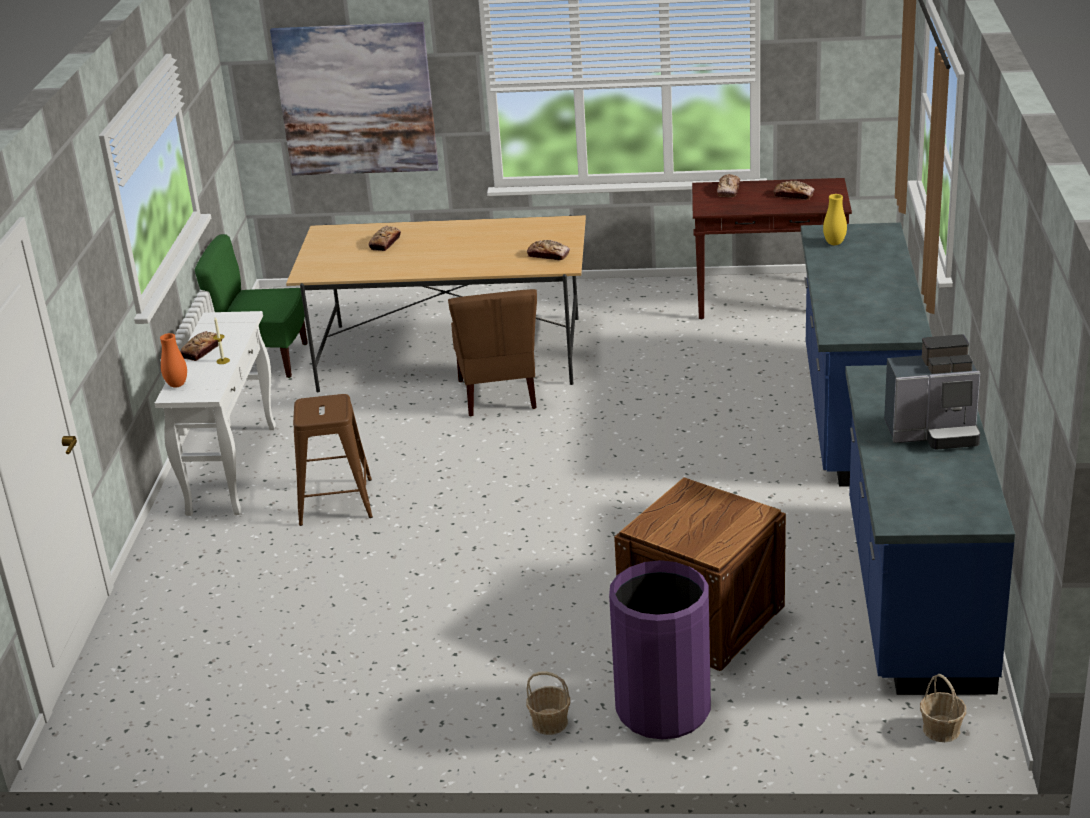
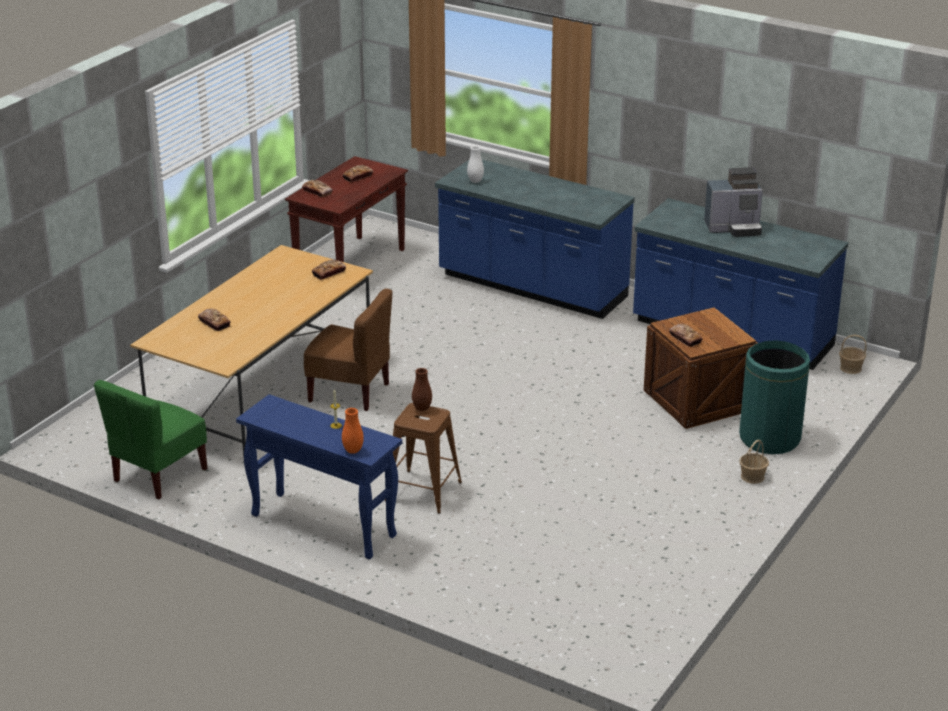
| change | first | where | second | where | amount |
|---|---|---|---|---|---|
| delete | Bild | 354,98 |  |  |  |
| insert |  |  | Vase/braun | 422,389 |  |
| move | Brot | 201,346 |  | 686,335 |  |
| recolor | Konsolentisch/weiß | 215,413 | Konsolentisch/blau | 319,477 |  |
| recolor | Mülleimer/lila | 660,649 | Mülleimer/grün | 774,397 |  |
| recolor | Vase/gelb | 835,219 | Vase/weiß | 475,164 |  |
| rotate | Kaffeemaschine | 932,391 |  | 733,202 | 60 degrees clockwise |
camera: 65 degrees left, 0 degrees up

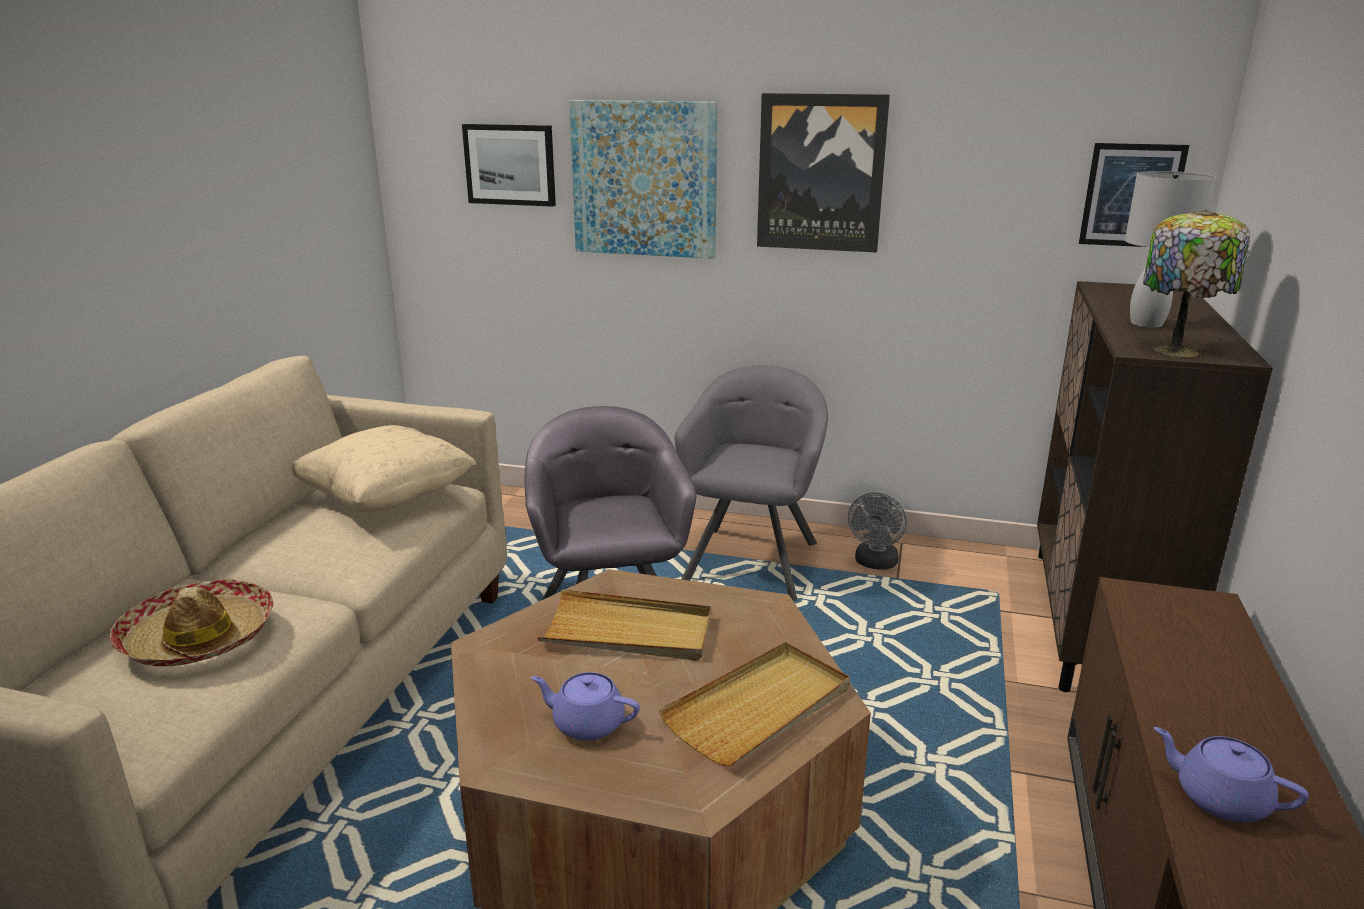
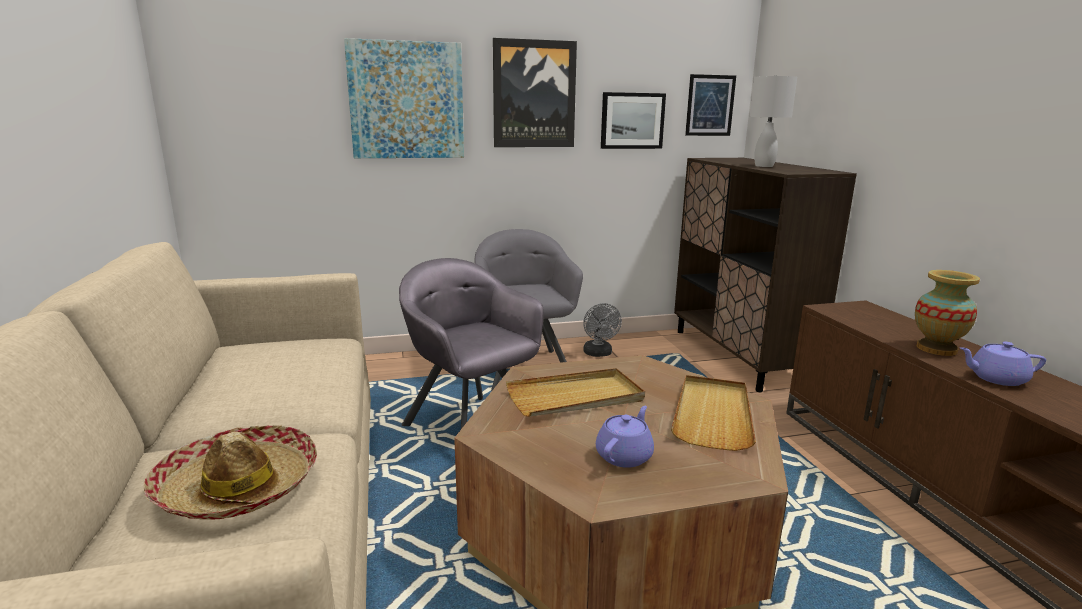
| change | first | where | second | where | amount |
|---|---|---|---|---|---|
| delete | Kissen/beige | 384,468 |  |  |  |
| delete | Tischlampe | 1196,283 |  |  |  |
| insert |  |  | Vase | 947,313 |  |
| move | Bild | 509,165 |  | 633,120 |  |
| rotate | Teekanne/lila | 585,706 |  | 625,437 | 135 degrees clockwise |
camera: 30 degrees left, 5 degrees down

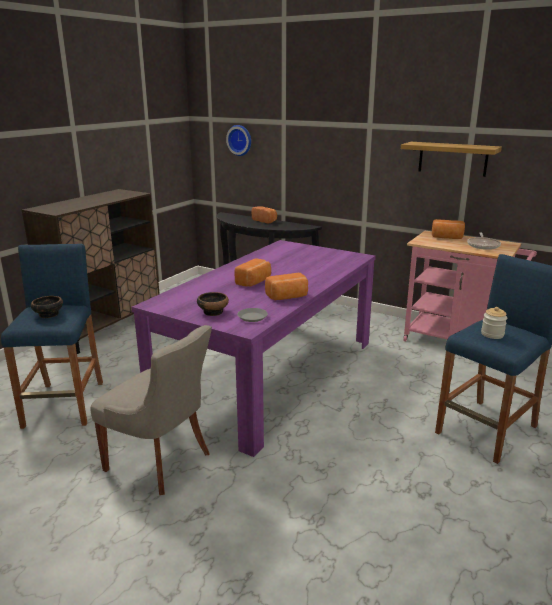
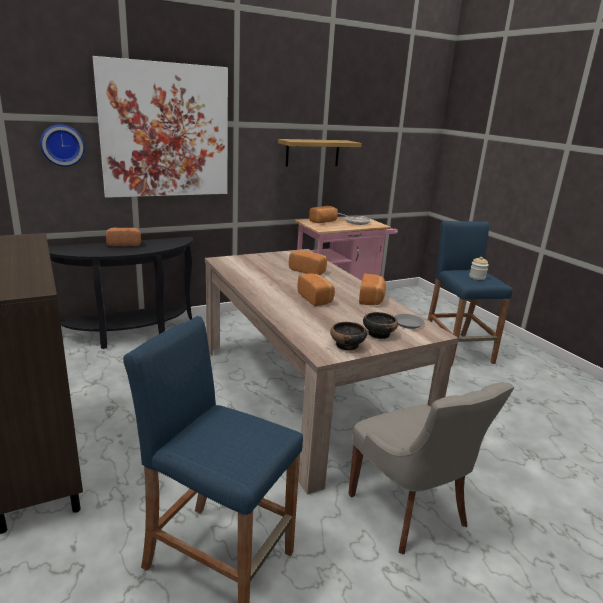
| change | first | where | second | where | amount |
|---|---|---|---|---|---|
| insert |  |  | Bild | 160,127 |  |
| insert |  |  | Brot | 308,262 |  |
| move | Schüssel | 47,307 |  | 348,336 |  |
| recolor | Esstisch/lila | 253,348 | Esstisch/beige | 332,372 |  |
| rotate | Stuhl/grau | 151,410 |  | 431,468 | 90 degrees clockwise |
camera: 60 degrees left, 0 degrees up

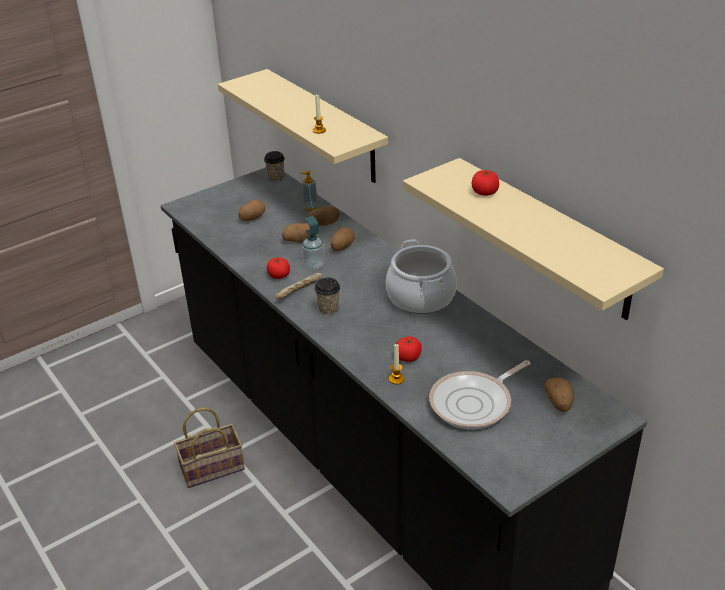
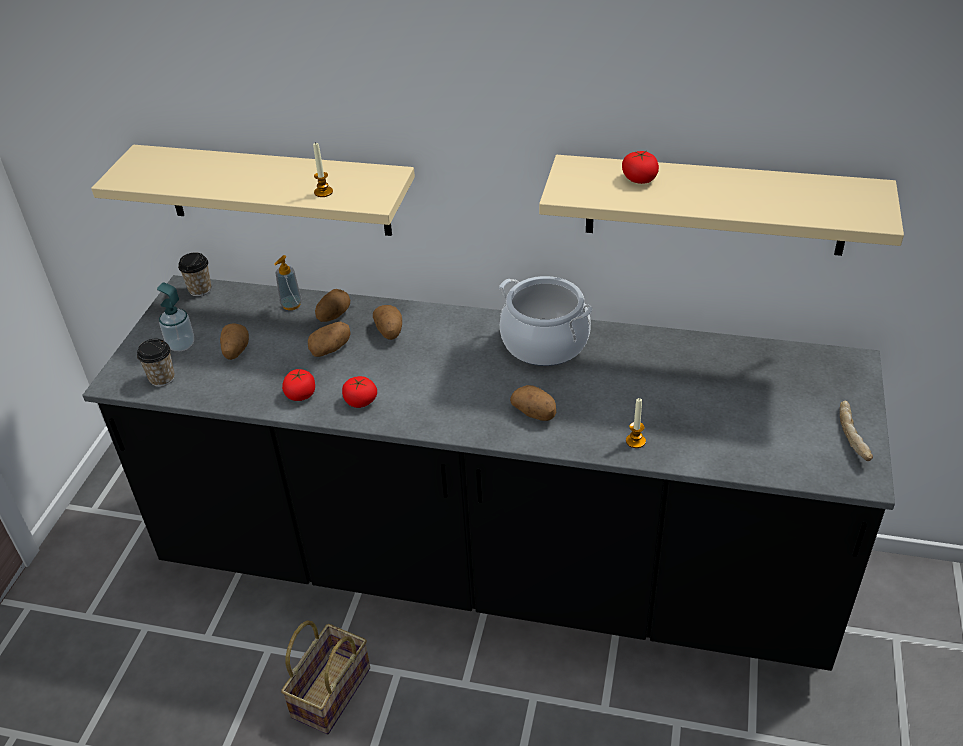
| change | first | where | second | where | amount |
|---|---|---|---|---|---|
| delete | Pfanne | 480,394 |  |  |  |
| move | Brot | 299,286 |  | 856,431 |  |
| move | Seifenspender | 313,243 |  | 175,316 |  |
| move | Tasse | 327,296 |  | 156,363 |  |
| move | Tomate | 409,349 |  | 298,385 |  |
| move | Kartoffel | 559,395 |  | 533,403 |  |
camera: 40 degrees left, 5 degrees up

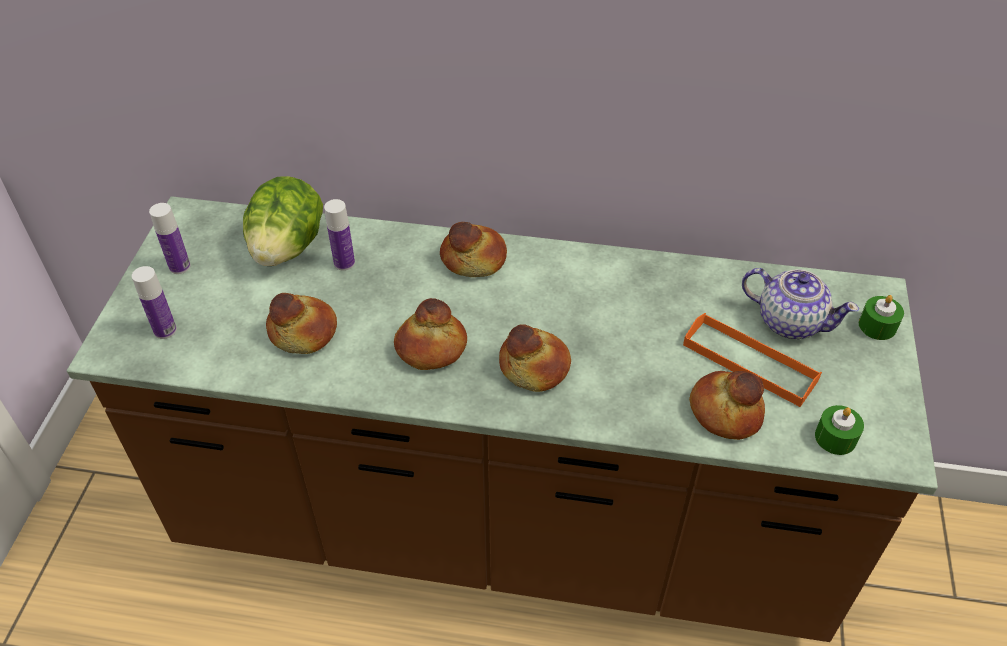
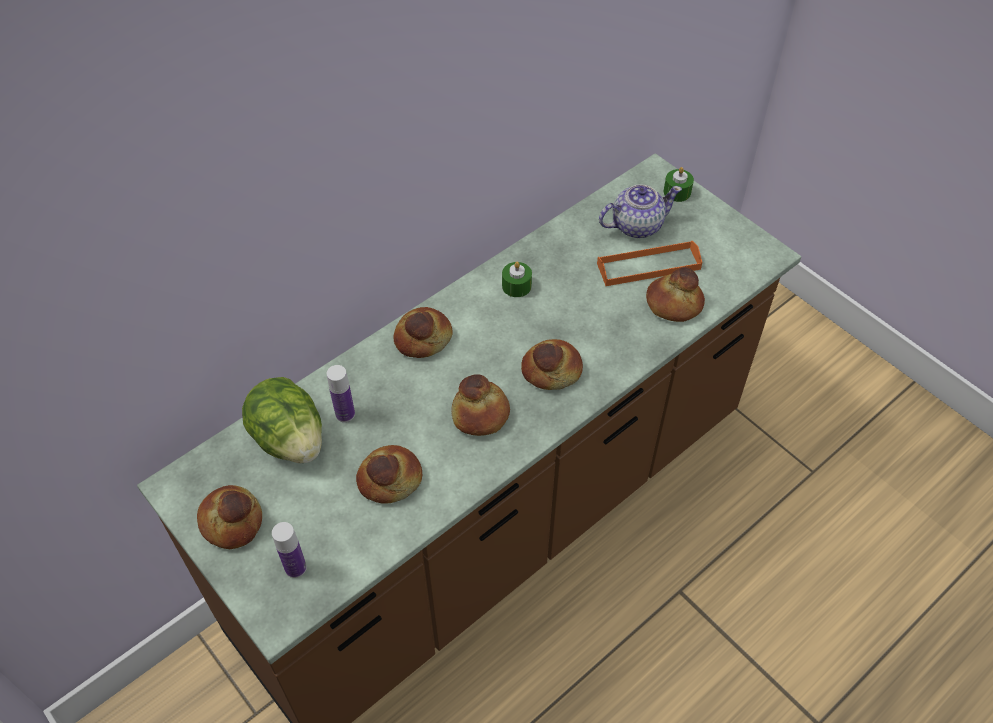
| change | first | where | second | where | amount |
|---|---|---|---|---|---|
| move | Kerze/grün | 839,430 |  | 517,279 |  |
| replace | Flasche | 170,238 | Brot | 229,517 |  |
camera: 50 degrees left, 5 degrees up

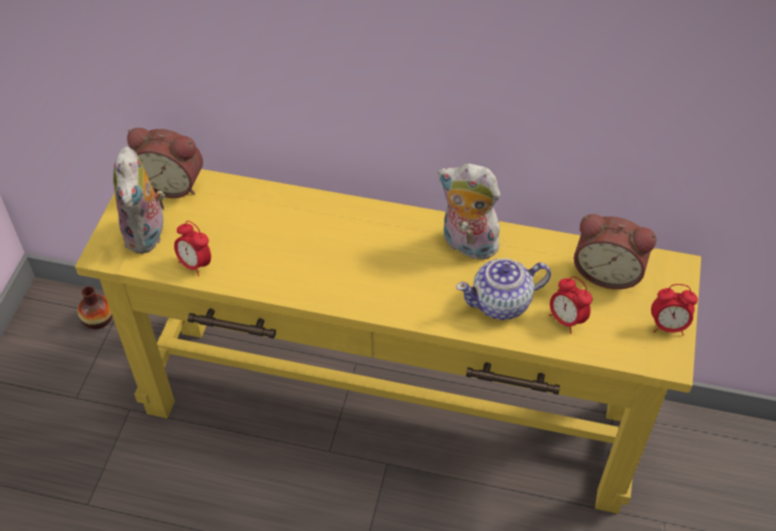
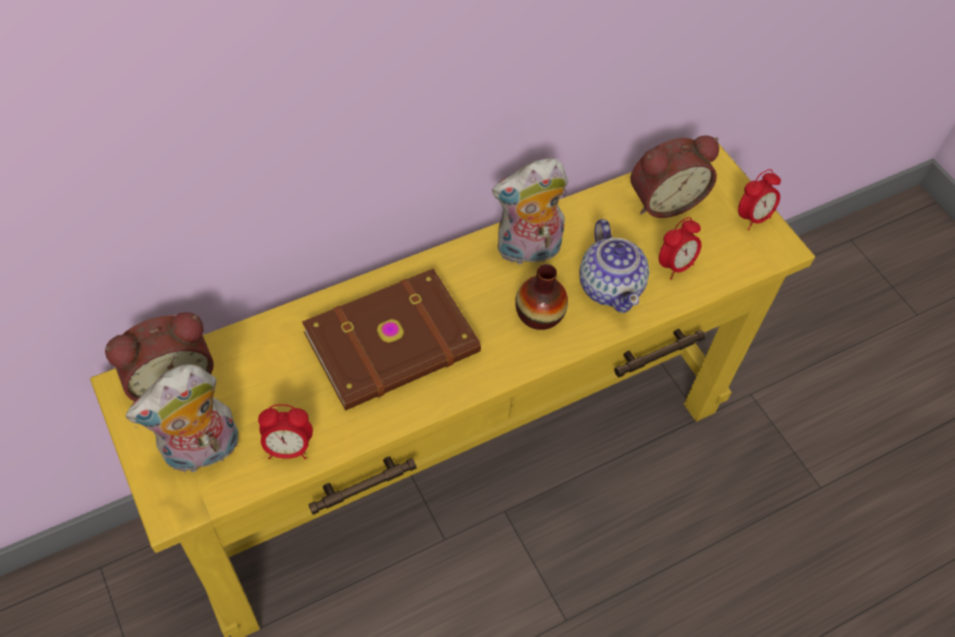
| change | first | where | second | where | amount |
|---|---|---|---|---|---|
| insert |  |  | Buch/braun | 391,340 |  |
| move | Vase | 94,307 |  | 541,297 |  |
| rotate | Plüschtier | 139,200 |  | 182,418 | 105 degrees clockwise |
| rotate | Teekanne | 503,289 |  | 614,266 | 45 degrees counterclockwise |
| rotate | Wecker | 571,304 |  | 680,248 | 45 degrees counterclockwise |
camera: 45 degrees left, 5 degrees up

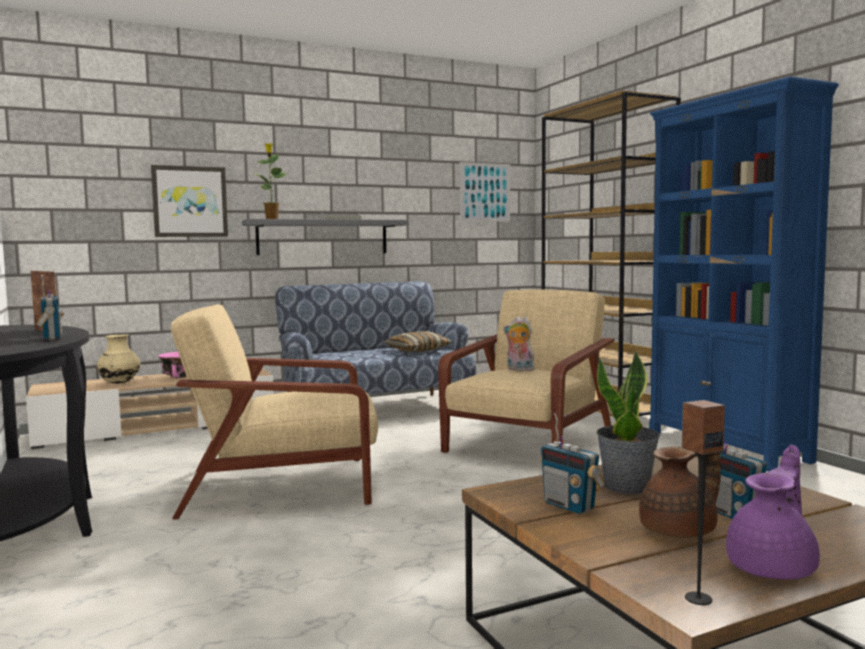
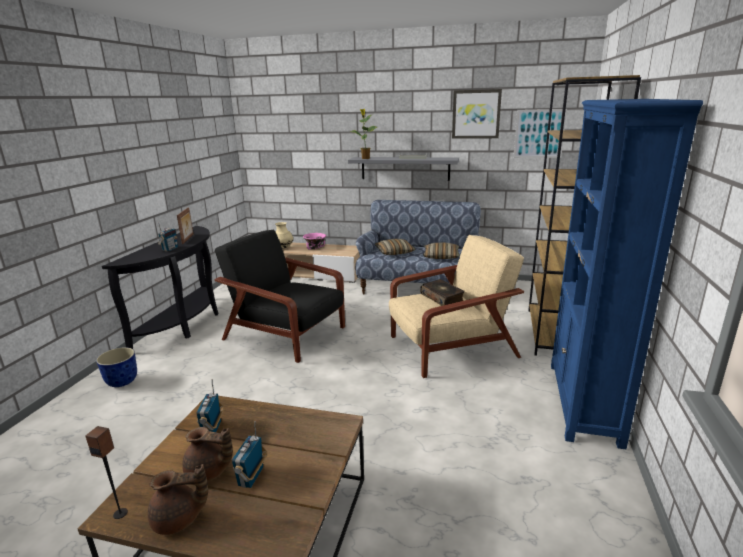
| change | first | where | second | where | amount |
|---|---|---|---|---|---|
| delete | Topfpflanze | 628,422 |  |  |  |
| insert |  |  | Pflanzkübel | 116,367 |  |
| insert |  |  | Kissen | 394,247 |  |
| move | Bild | 189,201 |  | 477,114 |  |
| replace | Plüschtier | 519,343 | Buch | 442,292 |  |
| recolor | Sessel/beige | 274,411 | Sessel/schwarz | 279,296 |  |
| recolor | Teekanne/lila | 773,512 | Teekanne/braun | 178,499 |  |
camera: 40 degrees right, 15 degrees up

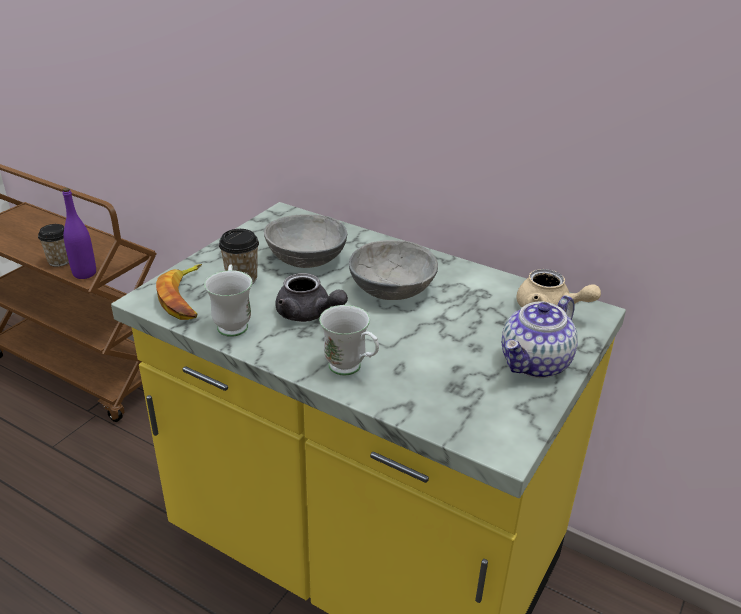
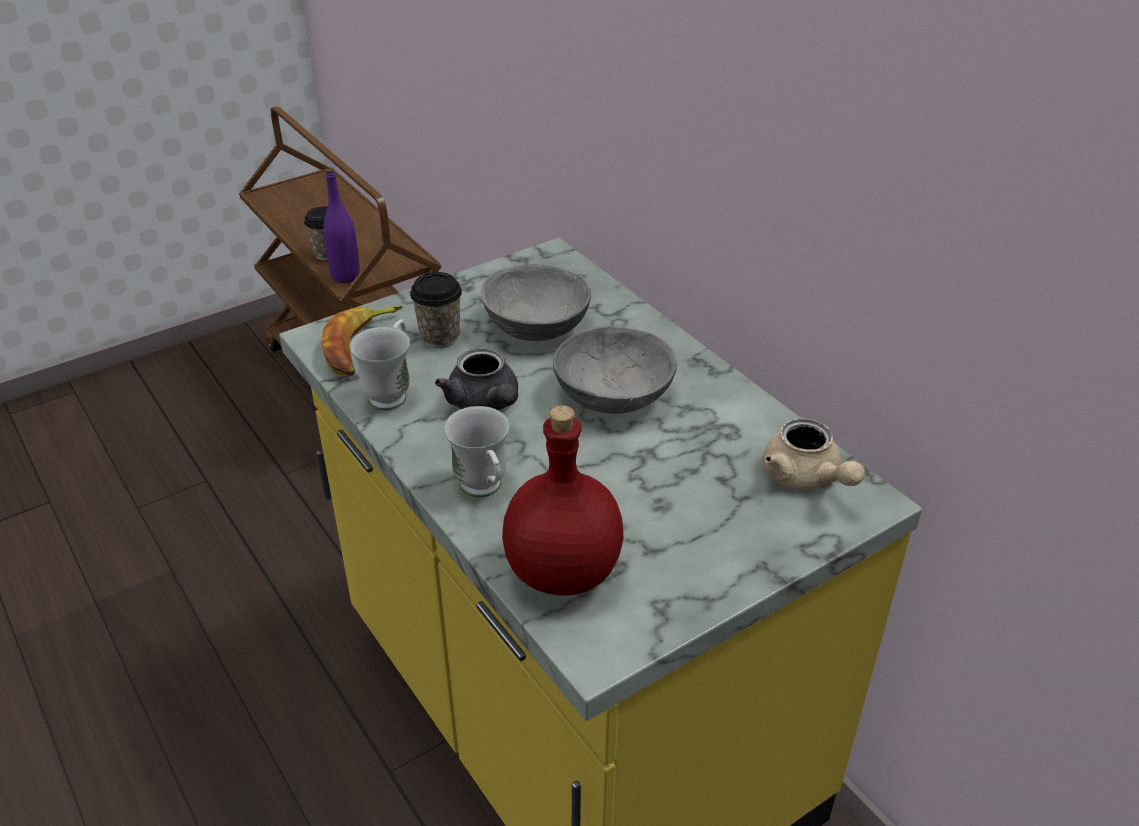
| change | first | where | second | where | amount |
|---|---|---|---|---|---|
| delete | Teekanne | 540,336 |  |  |  |
| insert |  |  | Flasche/rot | 563,500 |  |
camera: 25 degrees right, 5 degrees up

